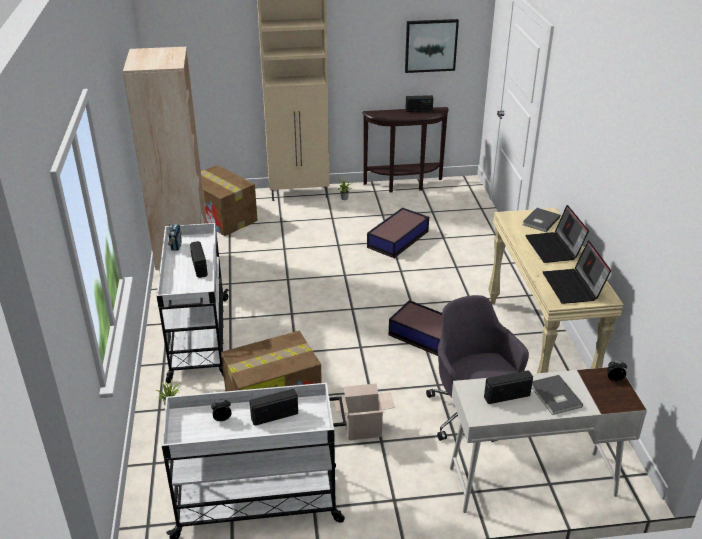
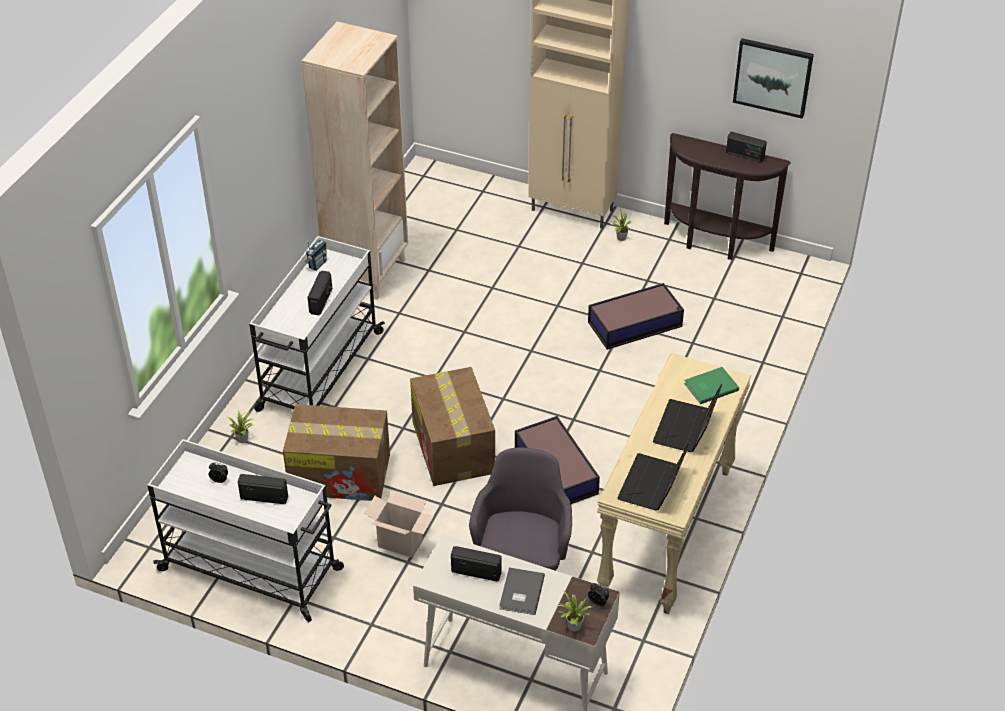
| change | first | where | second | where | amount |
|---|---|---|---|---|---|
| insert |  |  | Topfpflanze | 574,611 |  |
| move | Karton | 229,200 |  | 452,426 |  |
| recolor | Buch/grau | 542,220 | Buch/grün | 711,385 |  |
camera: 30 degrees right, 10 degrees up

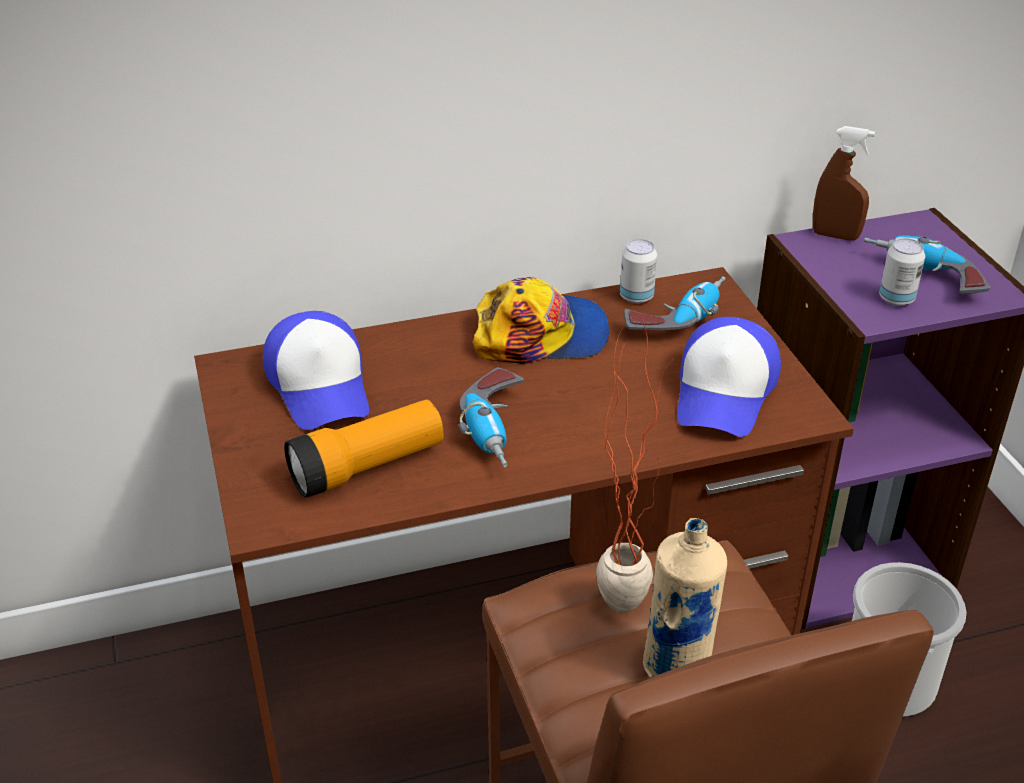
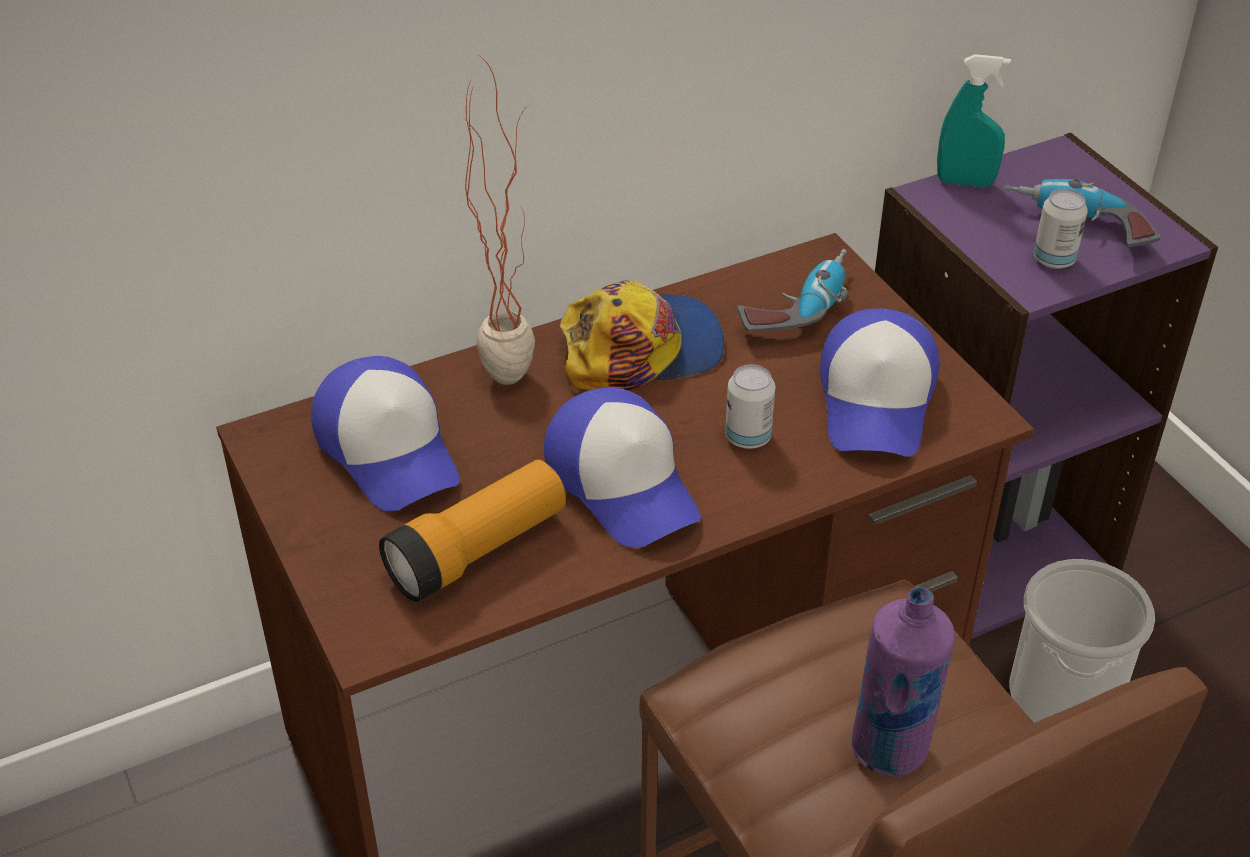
| change | first | where | second | where | amount |
|---|---|---|---|---|---|
| move | Topfpflanze | 636,462 |  | 499,220 |  |
| move | Dose | 638,271 |  | 750,407 |  |
| replace | Bohrmaschine | 491,417 | Kappe | 622,467 |  |
| recolor | Flasche/beige | 685,598 | Flasche/lila | 903,682 |  |
| recolor | Sprühflasche/braun | 844,183 | Sprühflasche/türkis | 974,120 |  |
camera: 10 degrees left, 5 degrees up

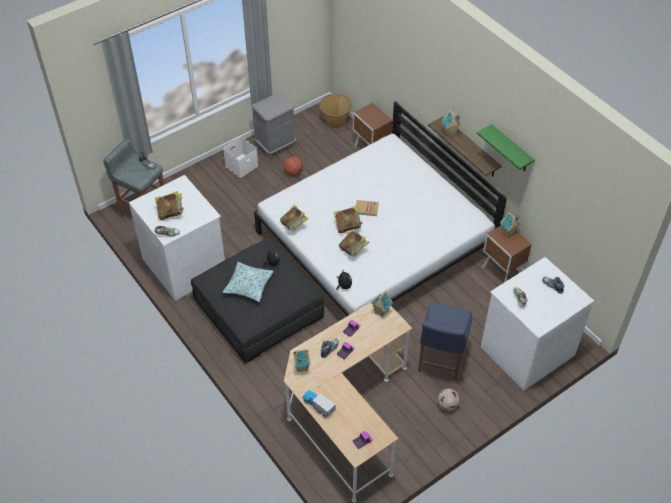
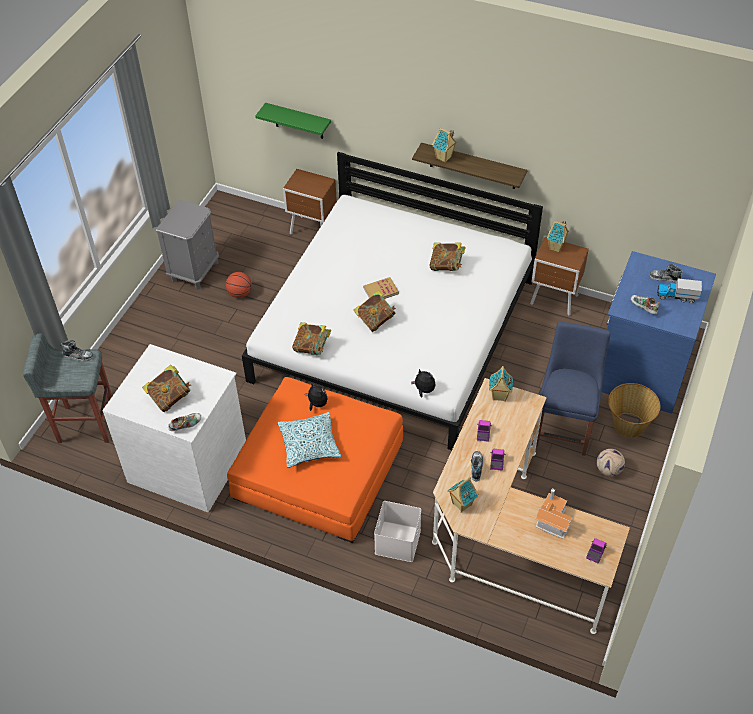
| change | first | where | second | where | amount |
|---|---|---|---|---|---|
| insert |  |  | Spielzeughaus | 554,513 |  |
| move | Aufbewahrungsbox/weiß | 240,157 |  | 397,531 |  |
| move | Spielzeuglaster | 319,404 |  | 679,290 |  |
| move | Korb | 335,111 |  | 634,410 |  |
| move | Buch | 354,243 |  | 447,256 |  |
| move | Wandregal/grün | 506,147 |  | 293,121 |  |
| recolor | Polsterhocker/schwarz | 257,300 | Polsterhocker/orange | 315,460 |  |
| recolor | Kommode/weiß | 537,323 | Kommode/blau | 659,332 |  |
| rotate | Stuhl/blau | 445,342 |  | 573,389 | 150 degrees counterclockwise |
camera: 30 degrees left, 0 degrees up

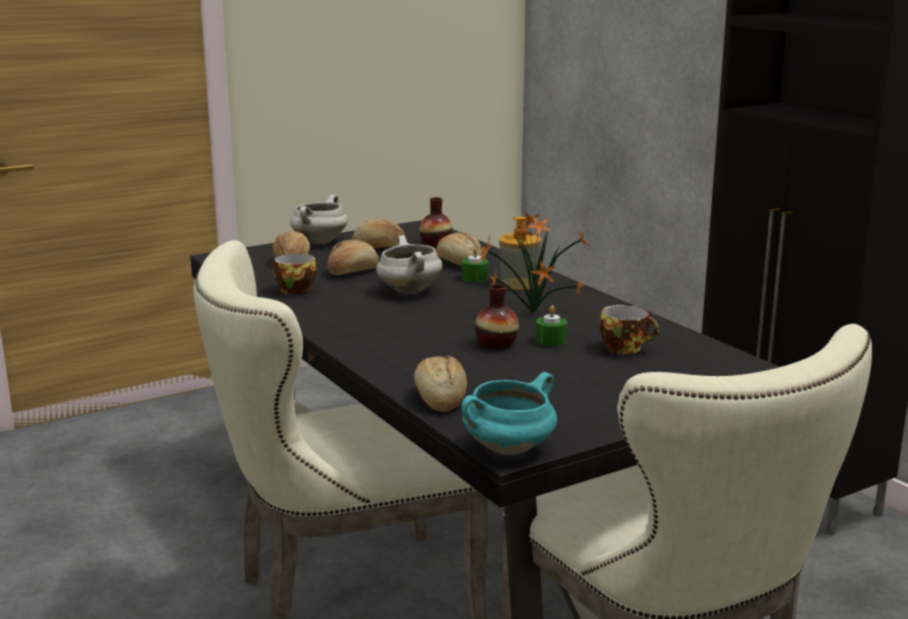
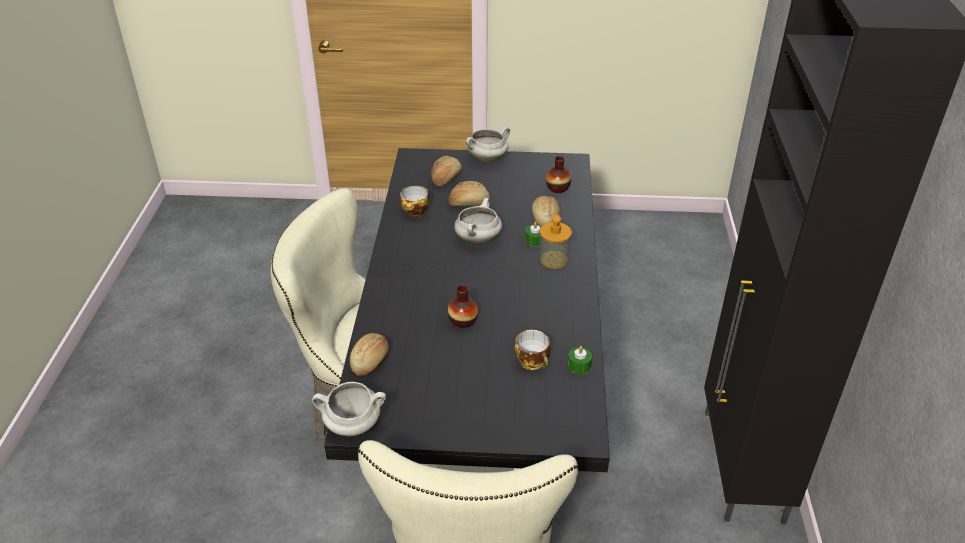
| change | first | where | second | where | amount |
|---|---|---|---|---|---|
| delete | Brot | 379,233 |  |  |  |
| delete | Topfpflanze | 533,262 |  |  |  |
| move | Kerze/grün | 551,325 |  | 580,360 |  |
| recolor | Kochtopf/türkis | 509,413 | Kochtopf/weiß | 349,409 |  |
camera: 35 degrees right, 20 degrees up

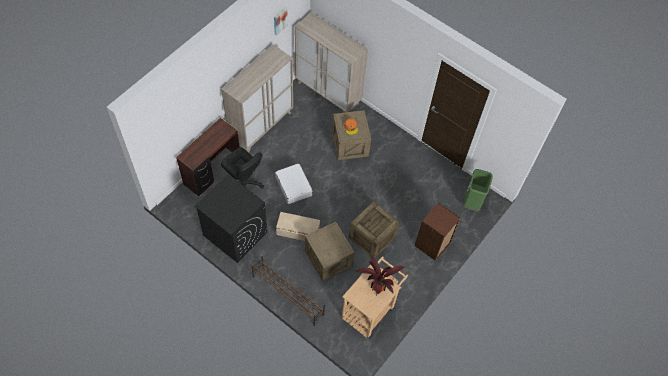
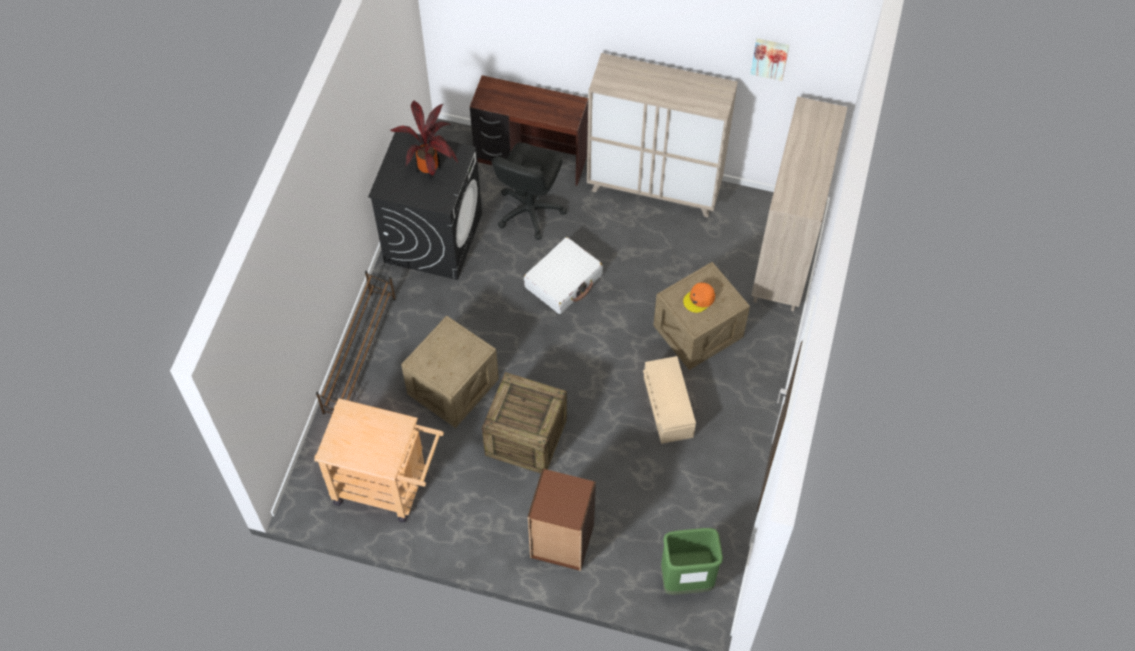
| change | first | where | second | where | amount |
|---|---|---|---|---|---|
| move | Aufbewahrungsbox/beige | 298,226 |  | 669,400 |  |
| move | Topfpflanze | 380,276 |  | 424,140 |  |
camera: 70 degrees right, 0 degrees up

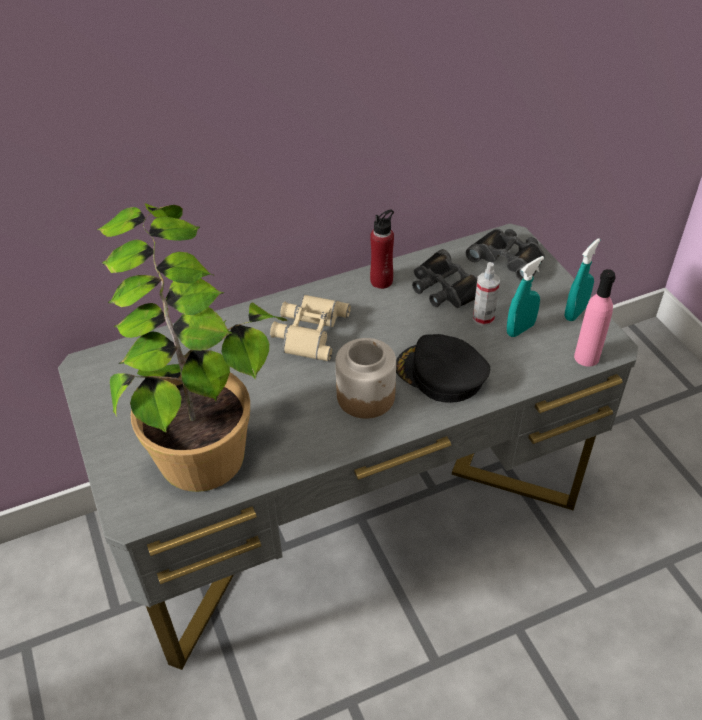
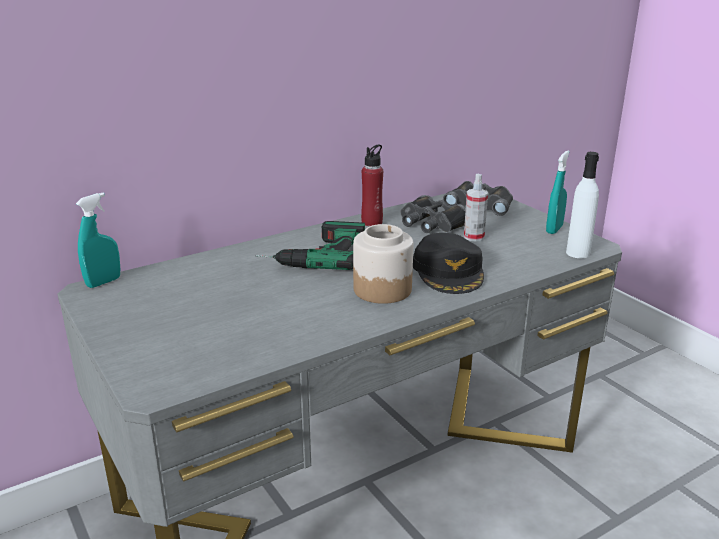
| change | first | where | second | where | amount |
|---|---|---|---|---|---|
| delete | Topfpflanze | 192,347 |  |  |  |
| move | Sprühflasche/türkis | 525,296 |  | 98,240 |  |
| replace | Fernglas/beige | 310,328 | Bohrmaschine | 310,245 |  |
| recolor | Flasche/rosa | 595,318 | Flasche/weiß | 582,205 |  |
| rotate | Kappe/schwarz | 443,368 |  | 448,263 | 120 degrees counterclockwise |
camera: 10 degrees left, 20 degrees down

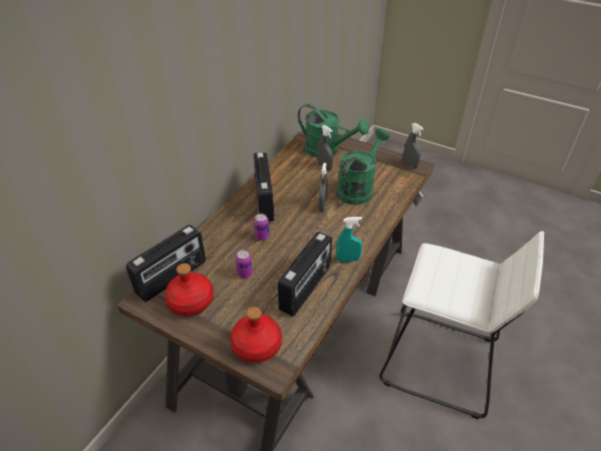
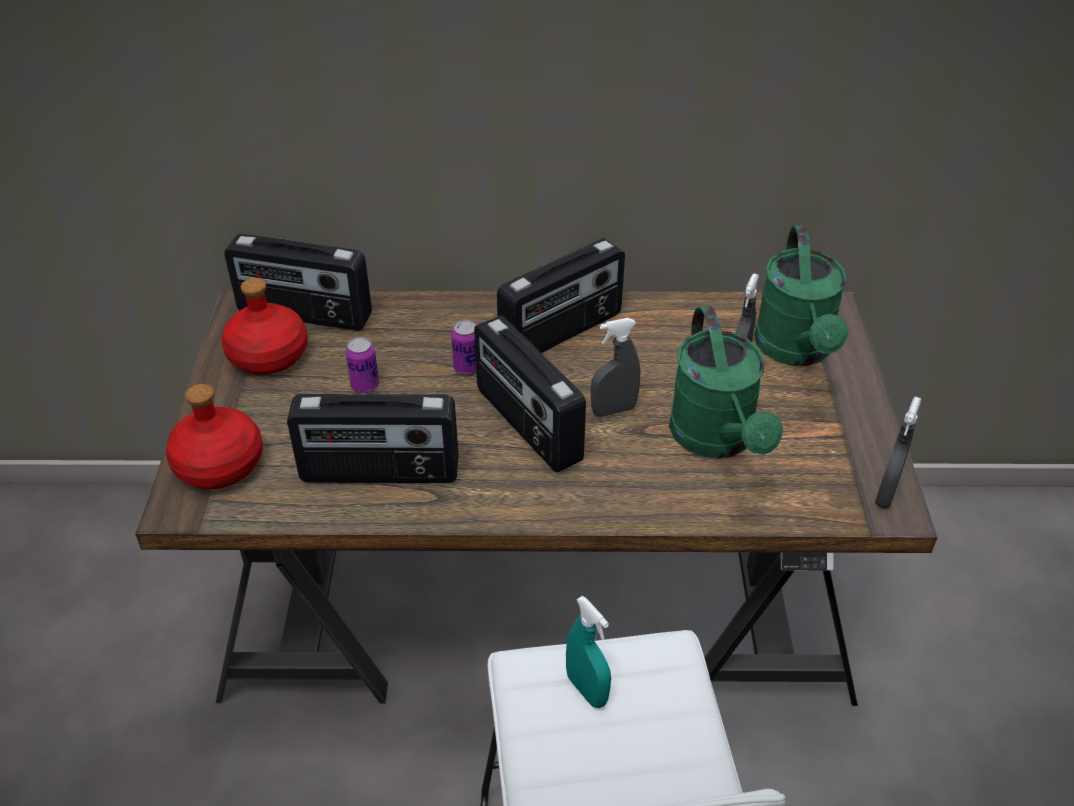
| change | first | where | second | where | amount |
|---|---|---|---|---|---|
| insert |  |  | Radio | 530,393 |  |
| move | Sprühflasche/türkis | 349,239 |  | 588,652 |  |
| rotate | Gießkanne/grün | 363,166 |  | 726,382 | 75 degrees clockwise |
camera: 60 degrees right, 0 degrees up

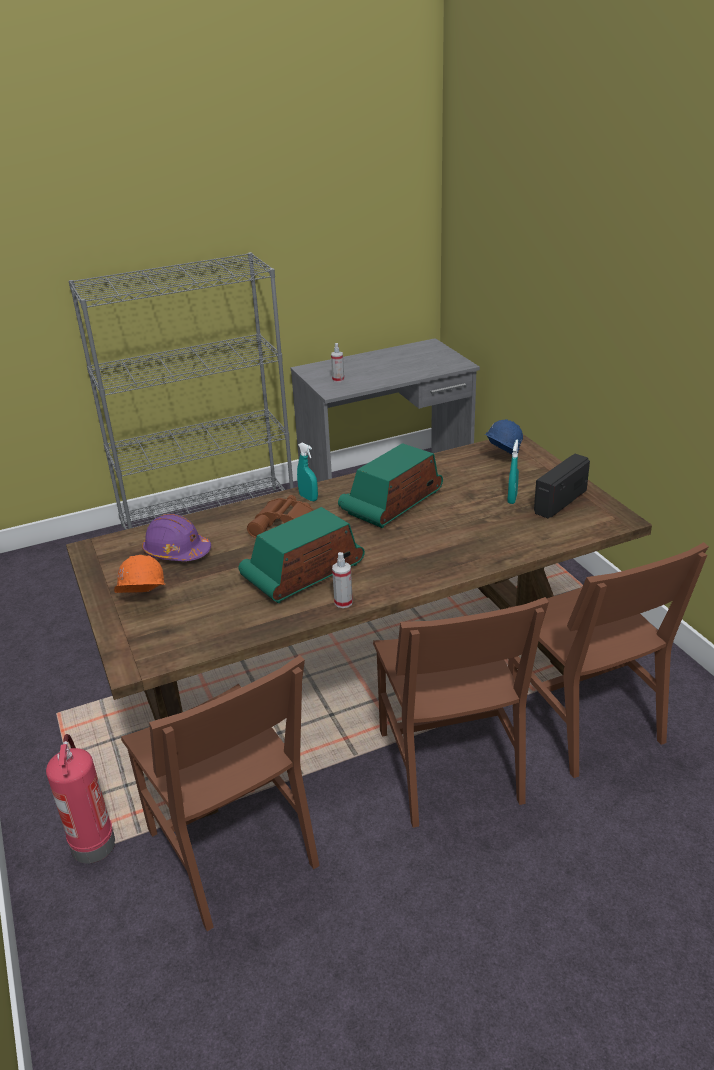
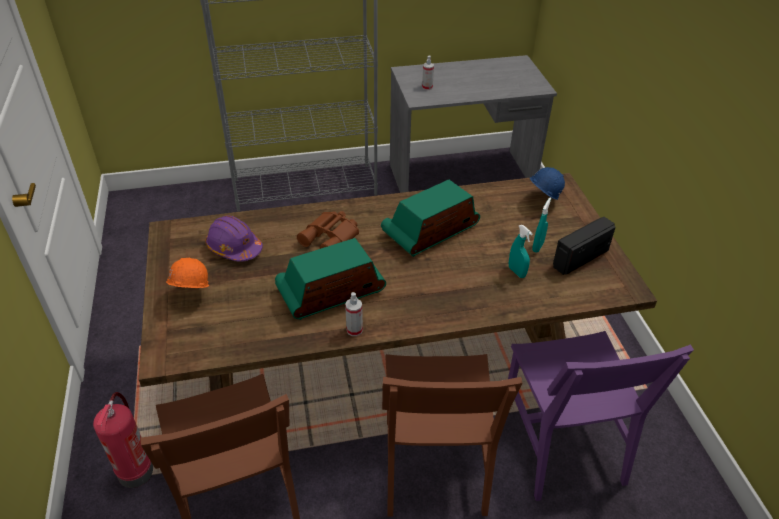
| change | first | where | second | where | amount |
|---|---|---|---|---|---|
| move | Sprühflasche/türkis | 307,472 |  | 521,251 |  |
| recolor | Stuhl/braun | 608,660 | Stuhl/lila | 601,416 |  |
camera: 10 degrees right, 10 degrees up

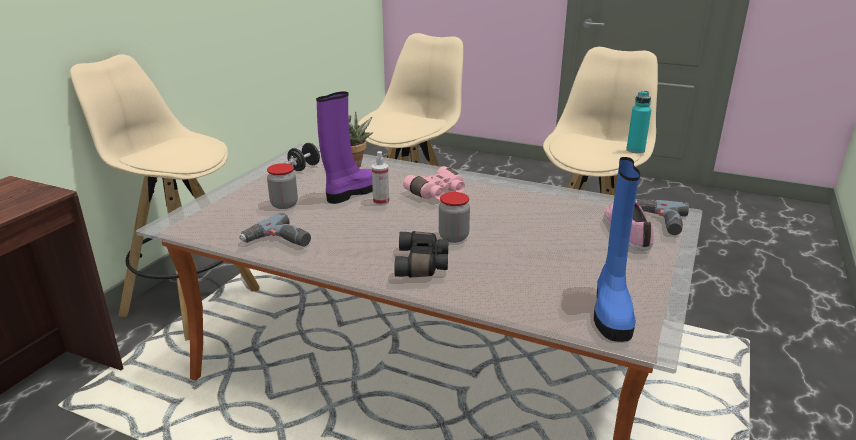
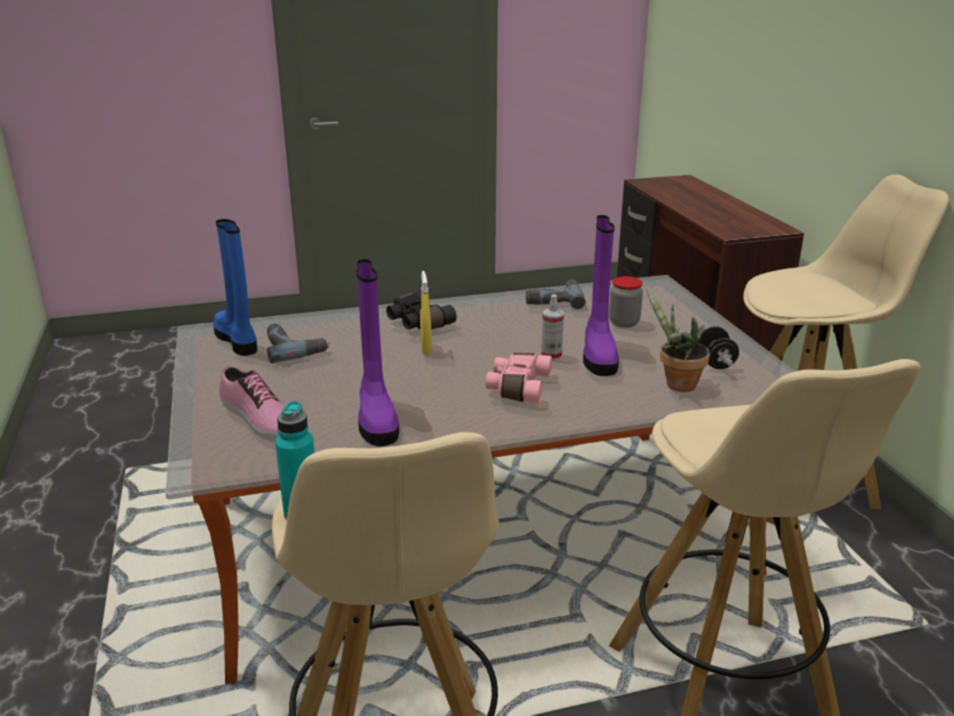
| change | first | where | second | where | amount |
|---|---|---|---|---|---|
| insert |  |  | Stiefel/lila | 378,352 |  |
| move | Bohrmaschine | 662,217 |  | 298,343 |  |
| replace | Vorratsglas | 454,217 | Sprühflasche/gelb | 426,313 |  |
camera: 140 degrees right, 0 degrees up

